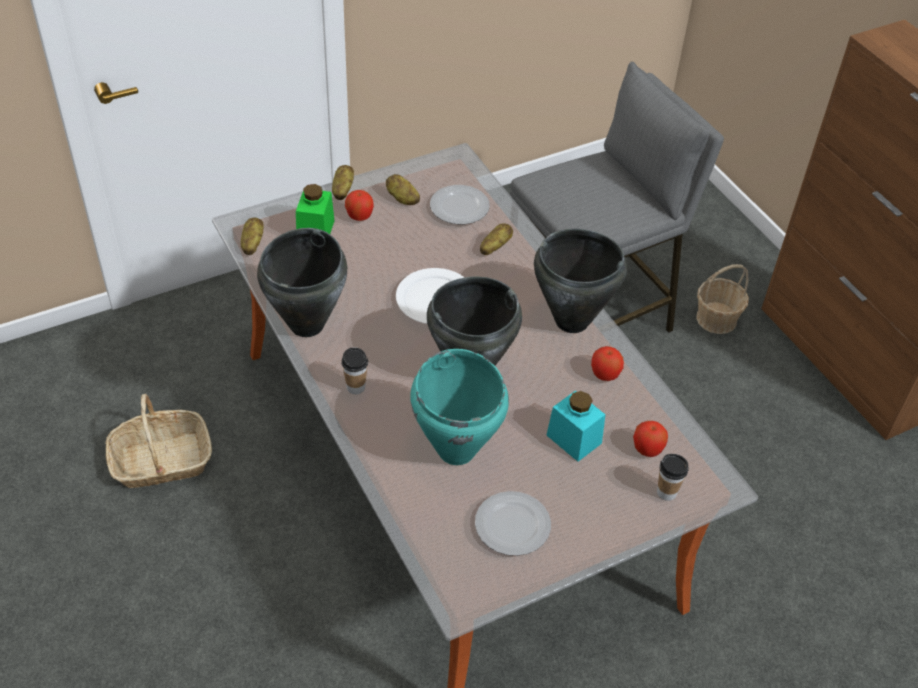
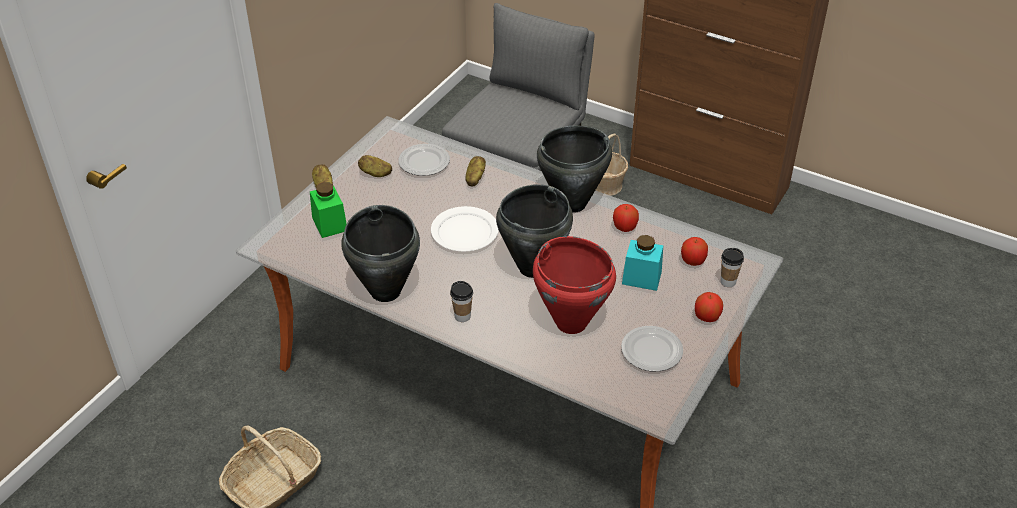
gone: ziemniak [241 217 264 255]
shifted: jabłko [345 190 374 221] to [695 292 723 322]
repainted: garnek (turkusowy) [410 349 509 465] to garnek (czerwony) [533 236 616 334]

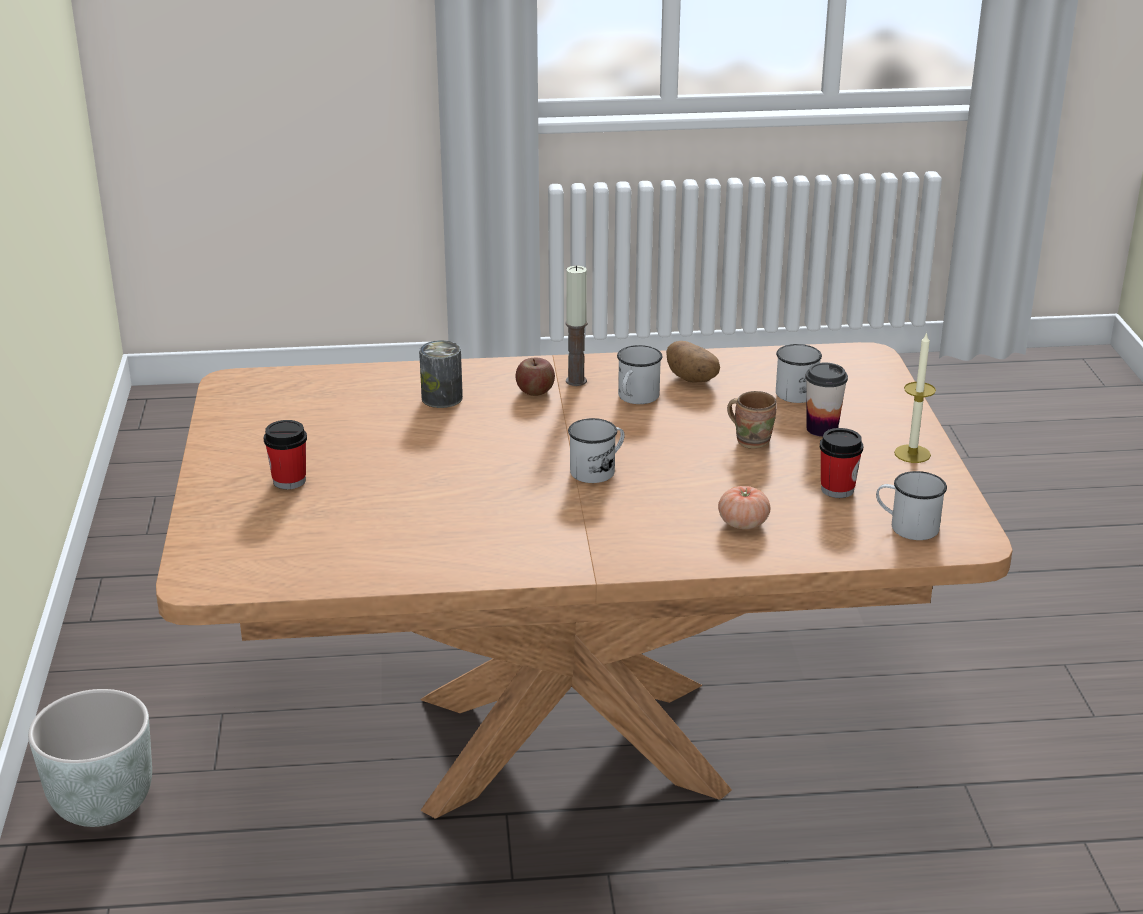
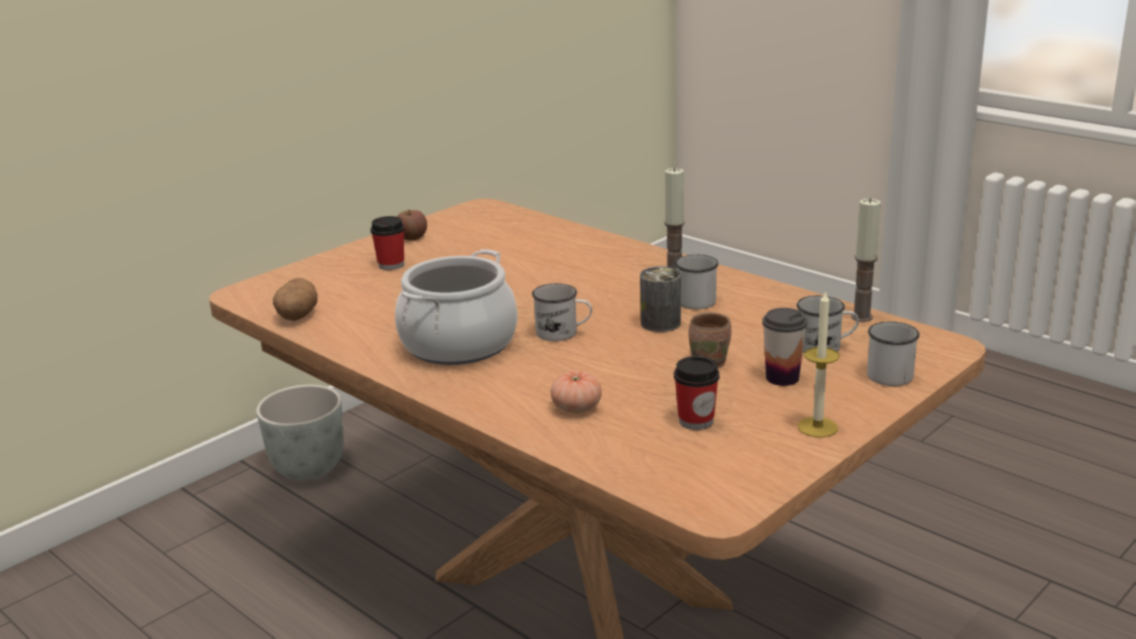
new: świeca [851 198 881 322]; garnek [395 249 518 365]
shifted: puszka [419 340 463 408] to [640 266 681 332]; ziemniak [666 341 720 382] to [273 278 318 321]; jabłko [516 358 555 396] to [397 210 427 241]; kubek (biały) [876 471 947 540] to [867 322 920 386]

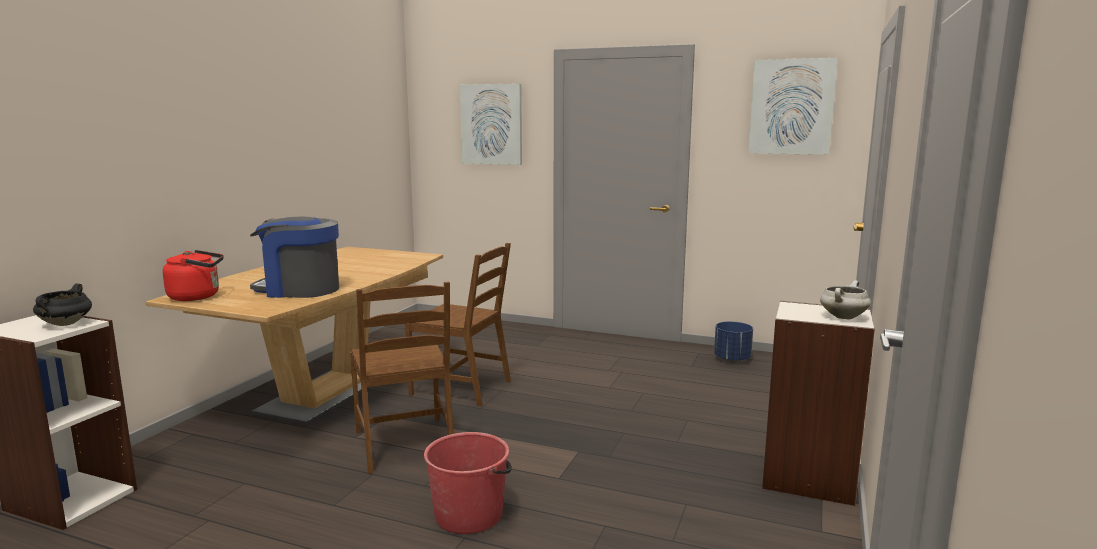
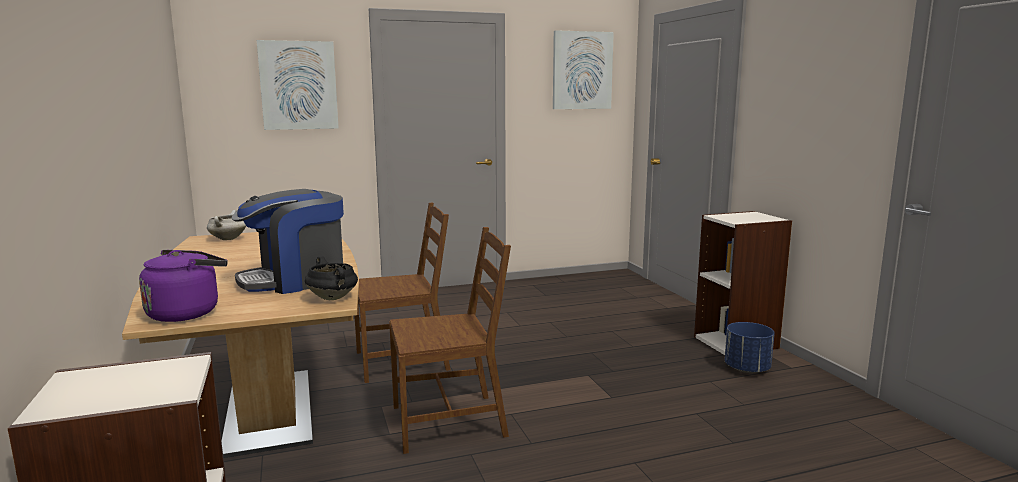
gone: wiadro (czerwony) [424 432 512 534]
shifted: garnek (biały) [820 281 871 319] to [207 210 246 240]; garnek (czarny) [33 284 92 326] to [305 256 358 300]; donica (niebieski) [714 322 753 362] to [724 322 775 373]
repainted: czajnik (czerwony) [163 250 224 301] to czajnik (fioletowy) [139 250 228 322]
rotated: krzesło (brązowy) [350 282 454 474] = [389 227 511 454] 45 degrees counterclockwise

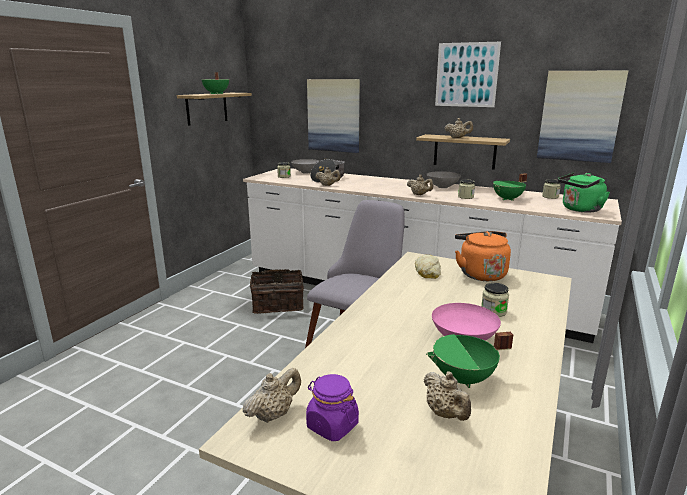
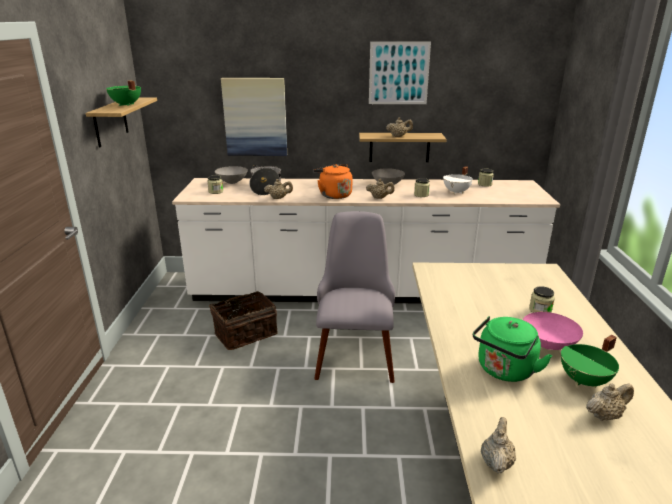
gone: obraz [537 71 628 163]; chleb [415 255 441 279]; słoik (fioletowy) [306 374 359 441]
shifted: czajnik (zielony) [558 172 610 213] to [473 316 552 382]; czajnik (pomarańczowy) [455 231 511 281] to [313 164 352 199]
repainted: garnek (zielony) [493 173 527 201] to garnek (biały) [443 166 473 194]
rotated: imbryk (beżowy) [424 371 471 421] = [586 384 634 421] 60 degrees counterclockwise

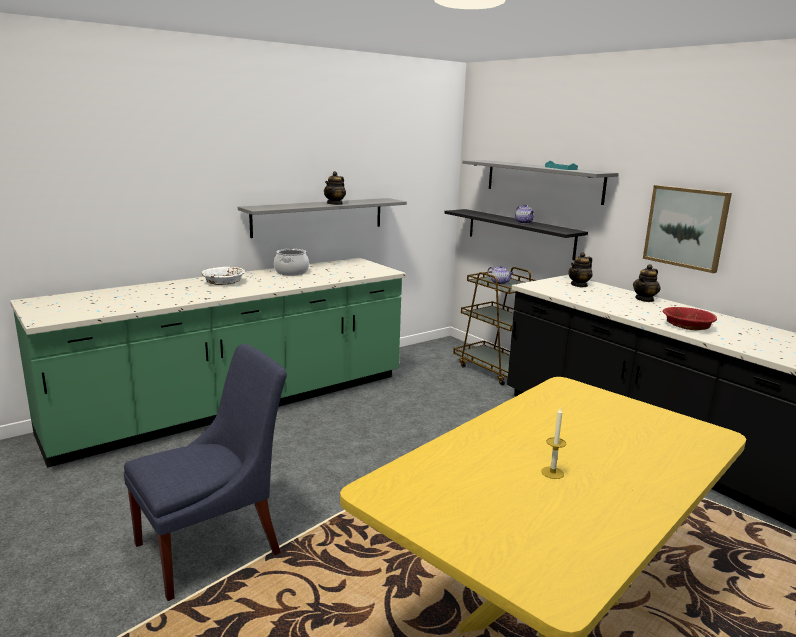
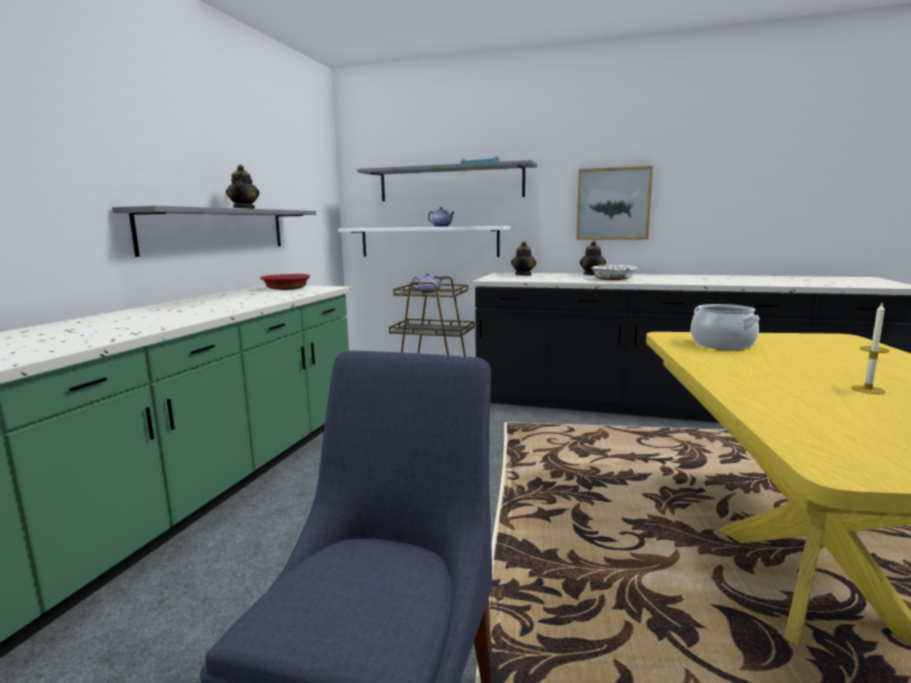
shifted: garnek [274 249 309 276] to [691 304 760 350]; miska (biały) [202 267 245 285] to [591 265 637 280]; miska (czerwony) [663 307 717 330] to [260 274 310 290]
repainted: półka (czarny) [444 209 588 260] to półka (biały) [338 226 511 257]

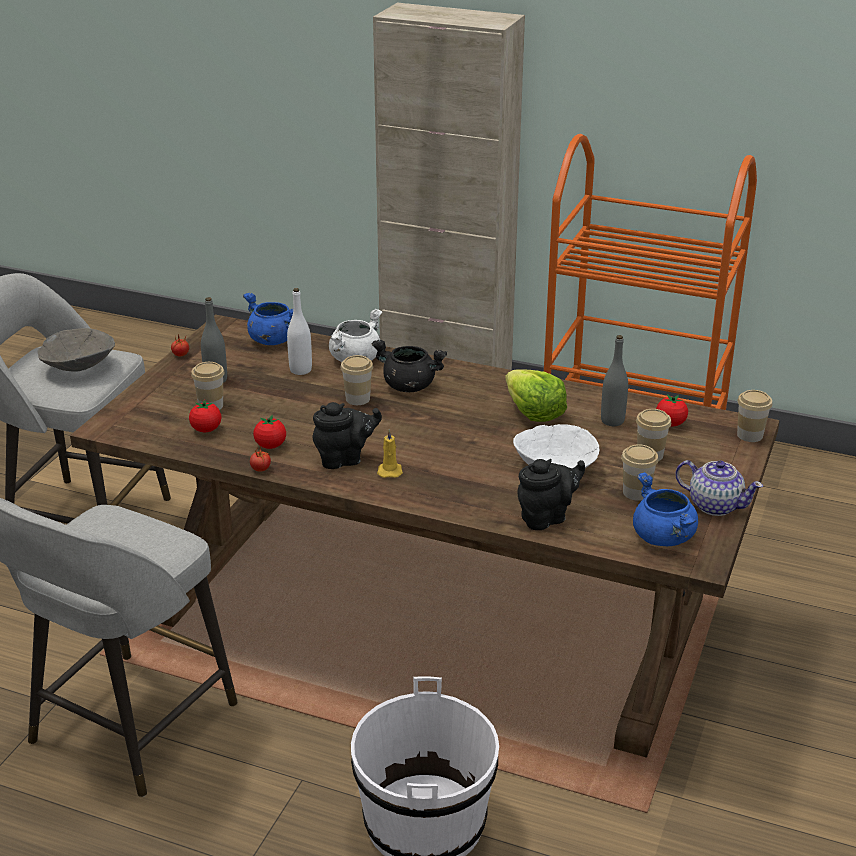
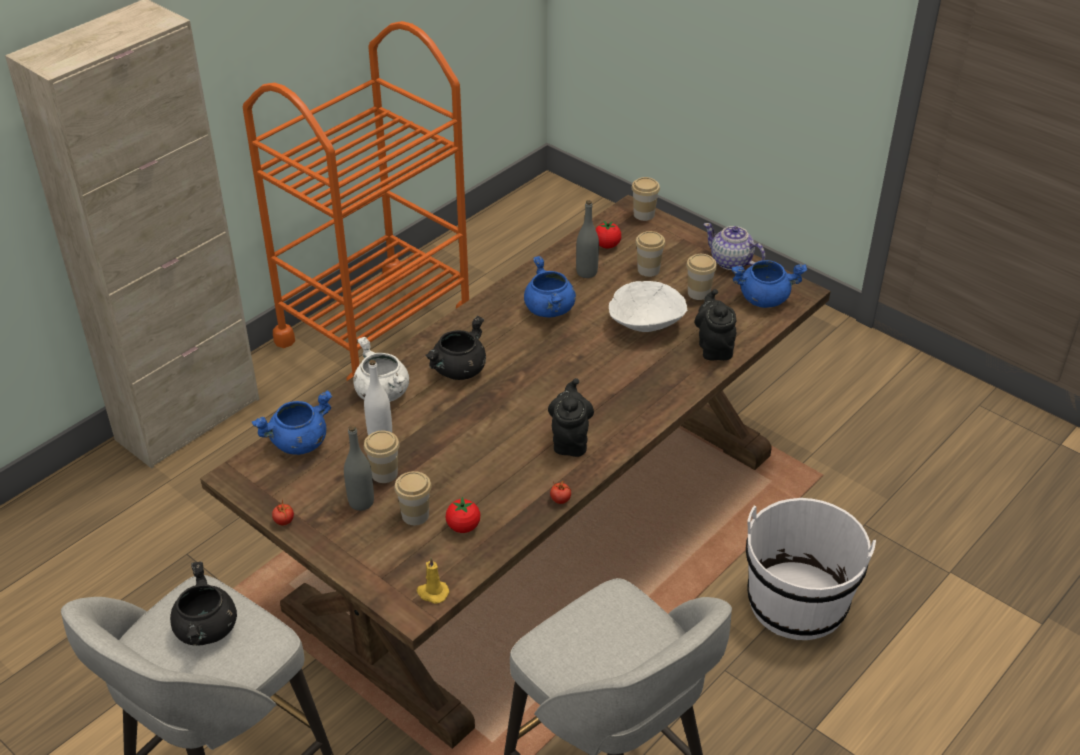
gone: pomidor [253 415 286 449]
shifted: filiżanka [341 355 373 405] to [364 431 400 483]; świeca (żółty) [377 429 403 478] to [417 558 449 604]
swapped: miska (szary) [38 328 115 372] to garnek (czarny) [170 562 237 646]; sałata [505 369 567 422] to garnek (niebieski) [524 256 576 317]
rotated: imbryk [675 460 763 516] = [703 223 765 270] 105 degrees counterclockwise

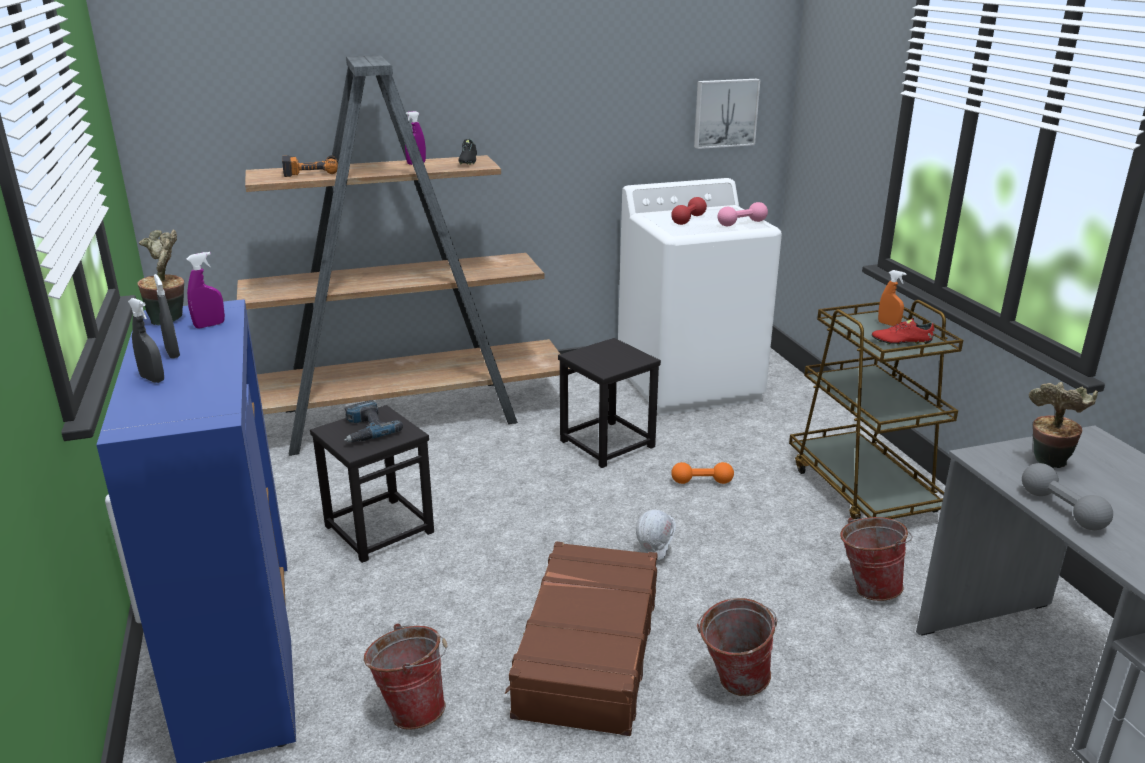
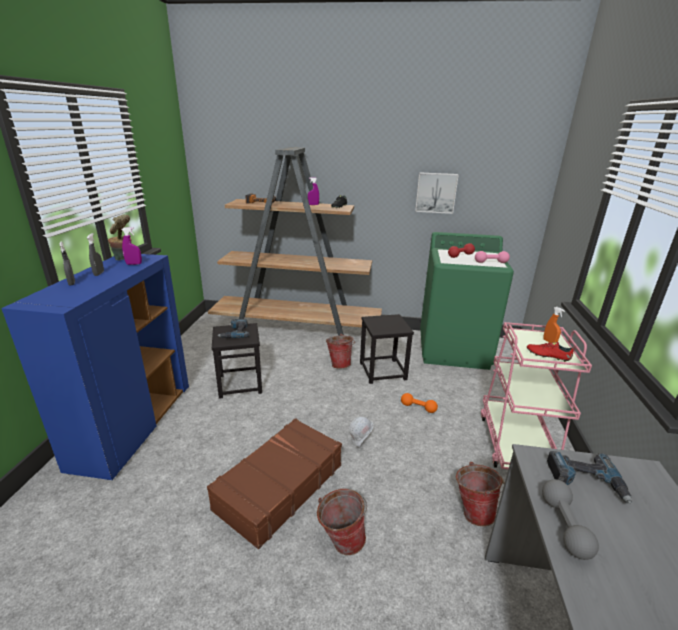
shifted: obraz [694 79 760 149] to [415 172 459 214]; wiadro [364 623 447 730] to [326 334 355 369]
swapped: roślina doniczkowa [1029 382 1098 468] to wiertarka [547 451 632 504]
repainted: pralka (biały) [618 178 782 415] to pralka (zielony) [420 232 514 370]; wózek (brązowy) [789 300 963 519] to wózek (różowy) [481 322 592 469]

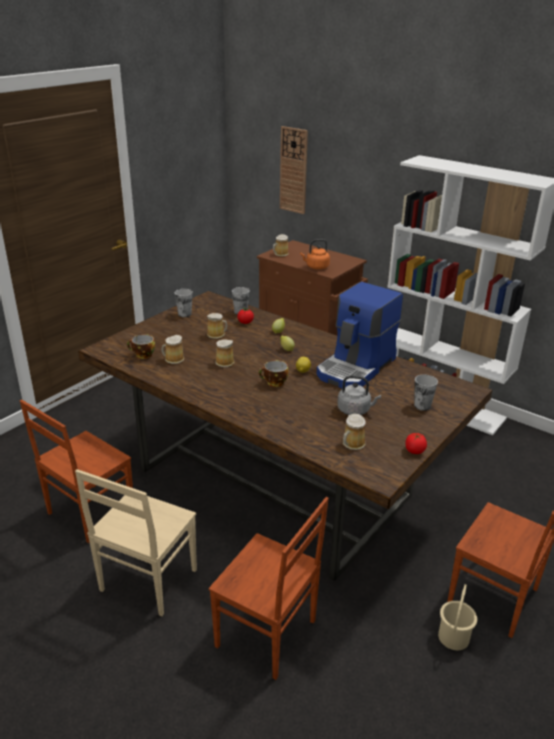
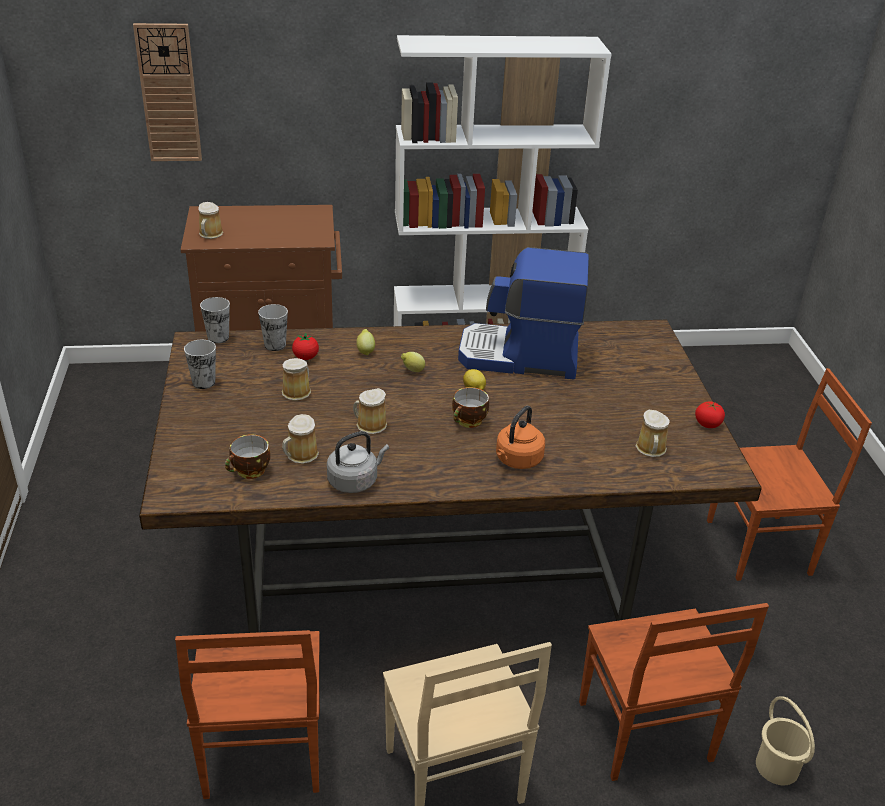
shifted: czajnik (pomarańczowy) [300 239 330 269] to [496 406 545 469]; czajnik (szary) [337 375 381 415] to [327 431 389 493]; filiżanka [414 375 438 411] to [200 297 230 343]; wiadro (beżowy) [438 584 477 650] to [756 696 815 785]
rotated: ekspres do kawy [317 282 403 389] = [458 247 589 380] 105 degrees clockwise; krzesło (brązowy) [209 497 329 680] = [579 603 769 781] 90 degrees clockwise

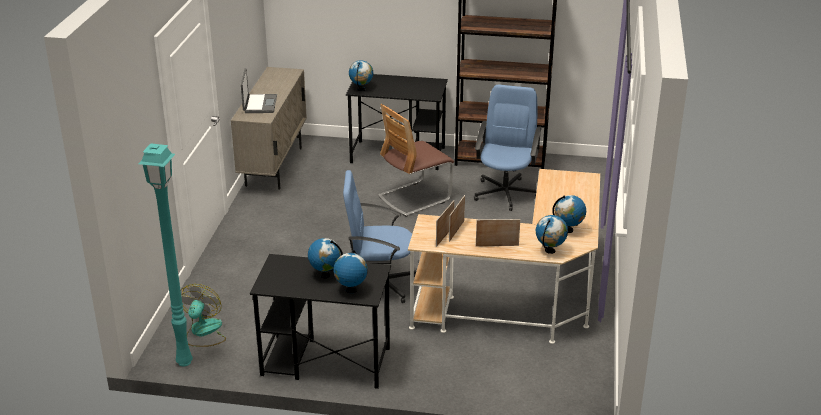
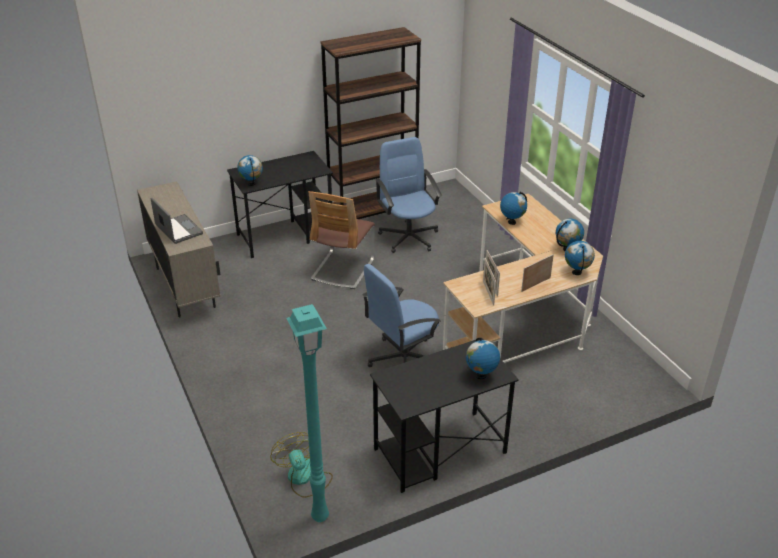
shifted: globus [308 238 343 278] to [500 191 527 225]

